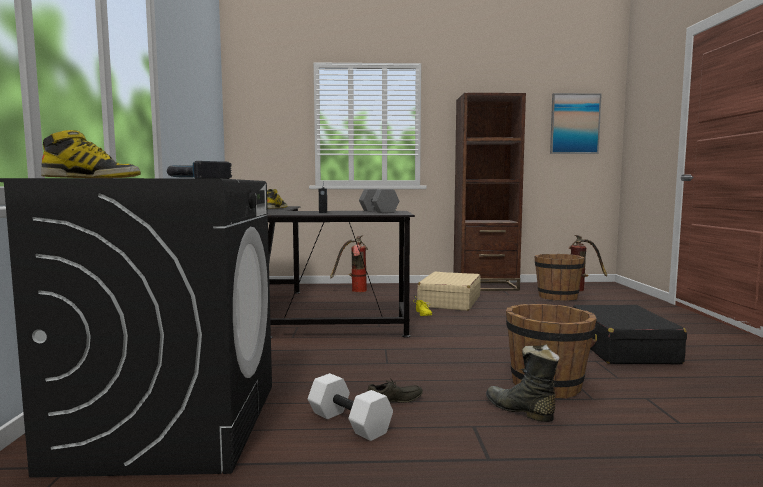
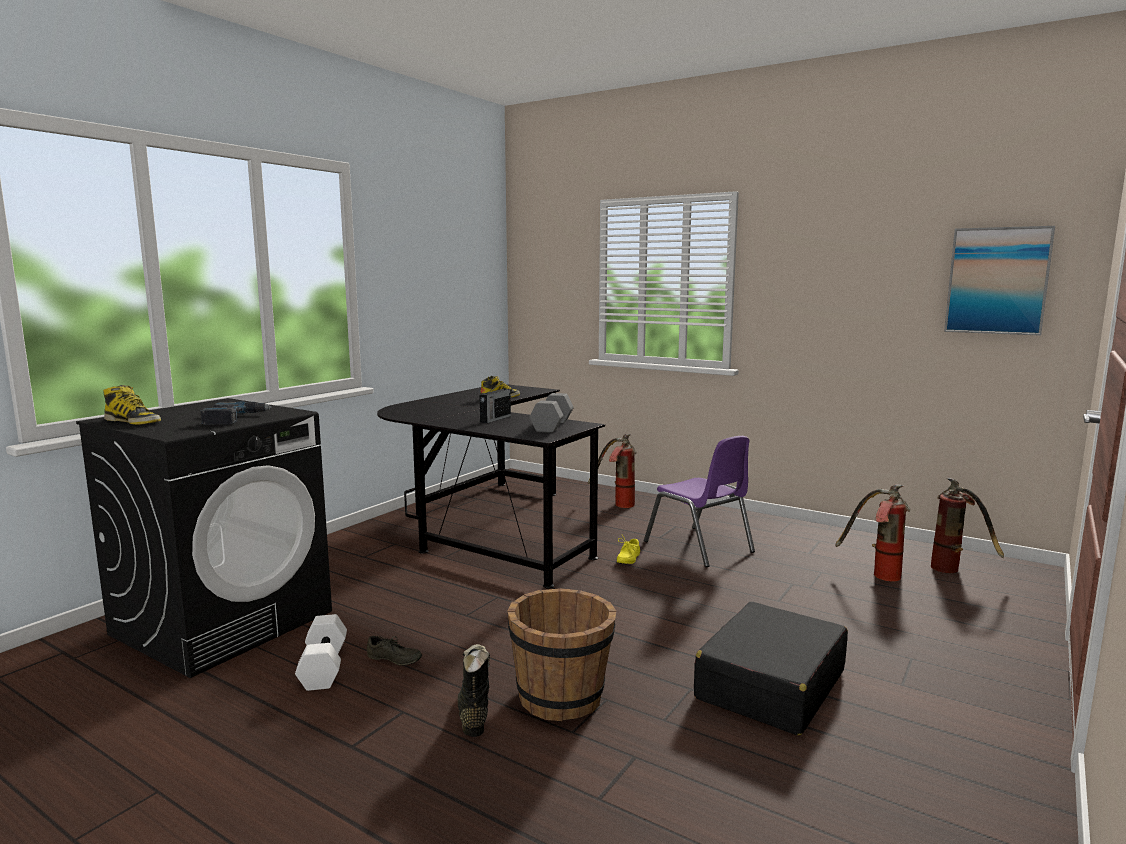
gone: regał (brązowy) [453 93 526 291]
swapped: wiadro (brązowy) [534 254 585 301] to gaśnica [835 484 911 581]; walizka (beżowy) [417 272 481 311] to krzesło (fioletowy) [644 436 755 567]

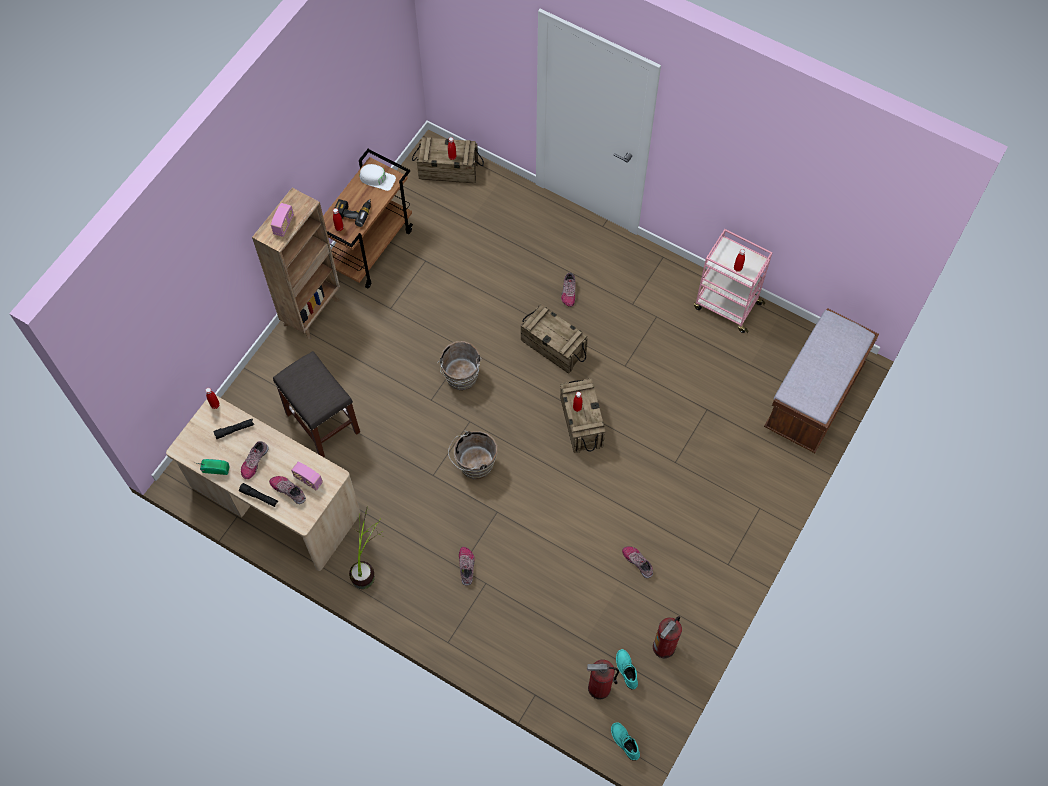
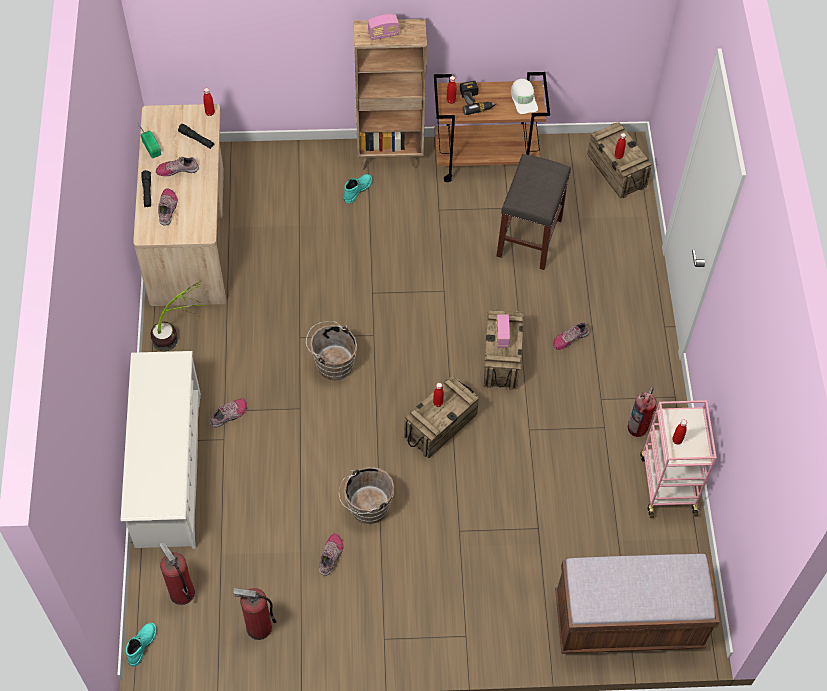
new: regał na buty (biały) [121 351 201 549]; gaśnica [627 387 657 437]
shifted: wiadro (brązowy) [437 341 482 390] to [339 467 394 524]; stołek (szary) [273 351 360 457] to [497 154 571 270]; radio [291 461 323 490] to [496 314 510 348]; but z cholewką (turkusowy) [616 649 638 689] to [344 174 372 204]

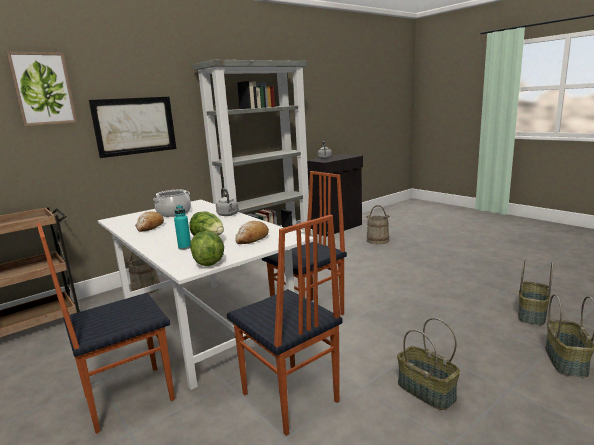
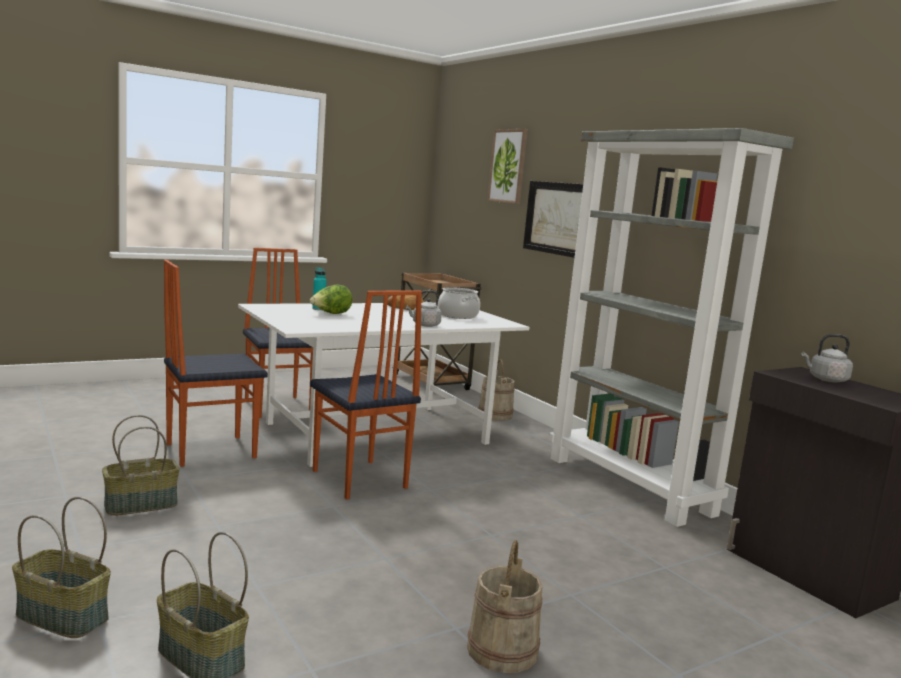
gone: chleb [236 221 269 244]; sałata [190 231 224 266]
shifted: wiadro (beżowy) [366 205 390 244] to [467 540 543 673]

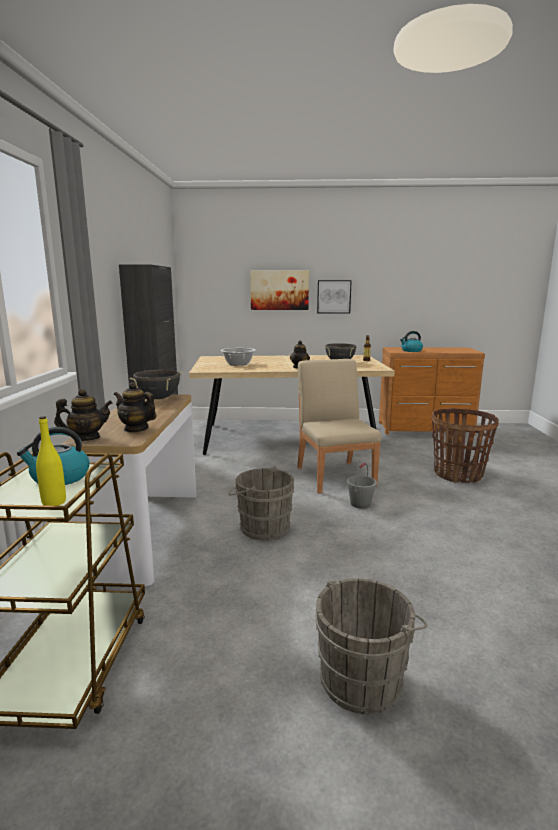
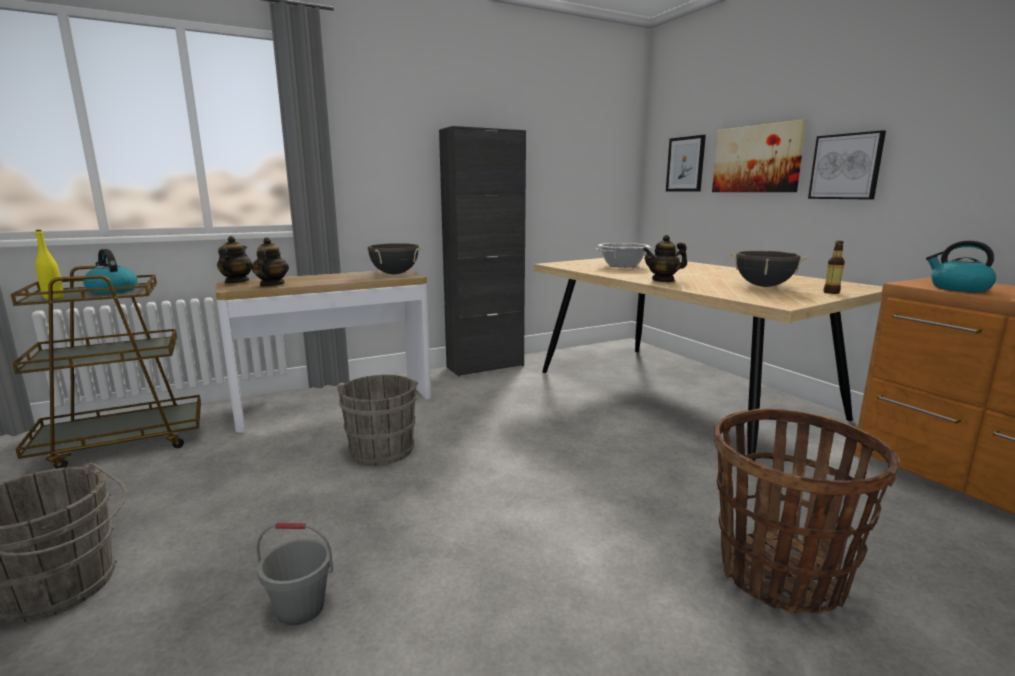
gone: krzesło (beżowy) [297 359 381 494]
new: obraz [666 135 706 191]
shifted: wiadro (szary) [347 462 377 509] to [256 523 333 625]
rotated: imbryk [54 389 113 441] = [217 236 253 283] 135 degrees counterclockwise

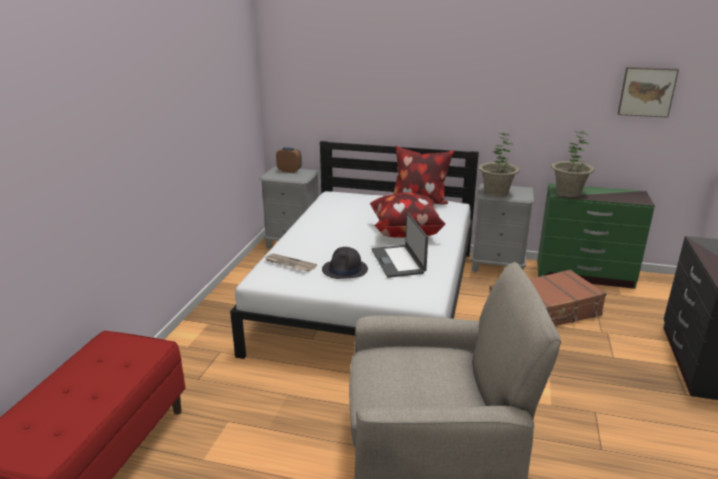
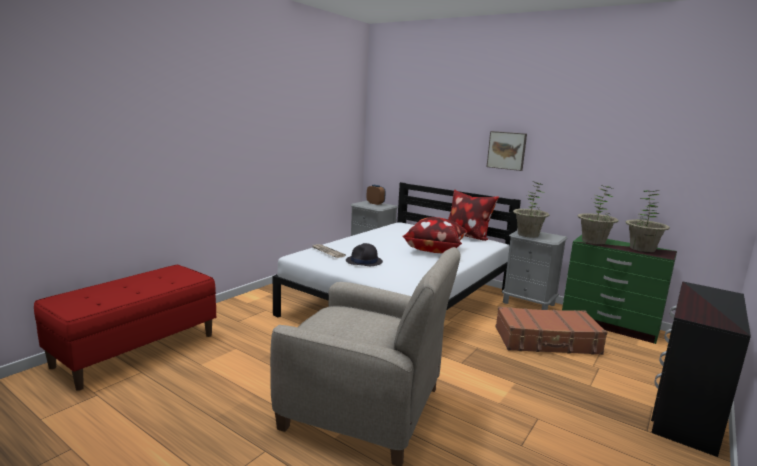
gone: laptop [372 213 428 278]
new: roślina doniczkowa [626 190 670 252]
shifted: obraz [618 67 679 118] to [487 131 527 171]

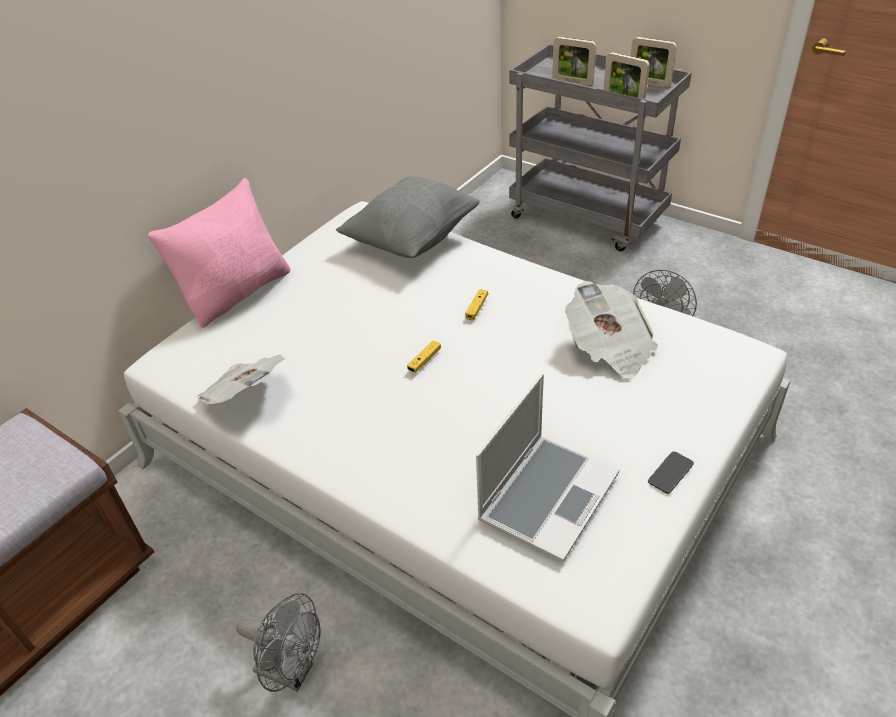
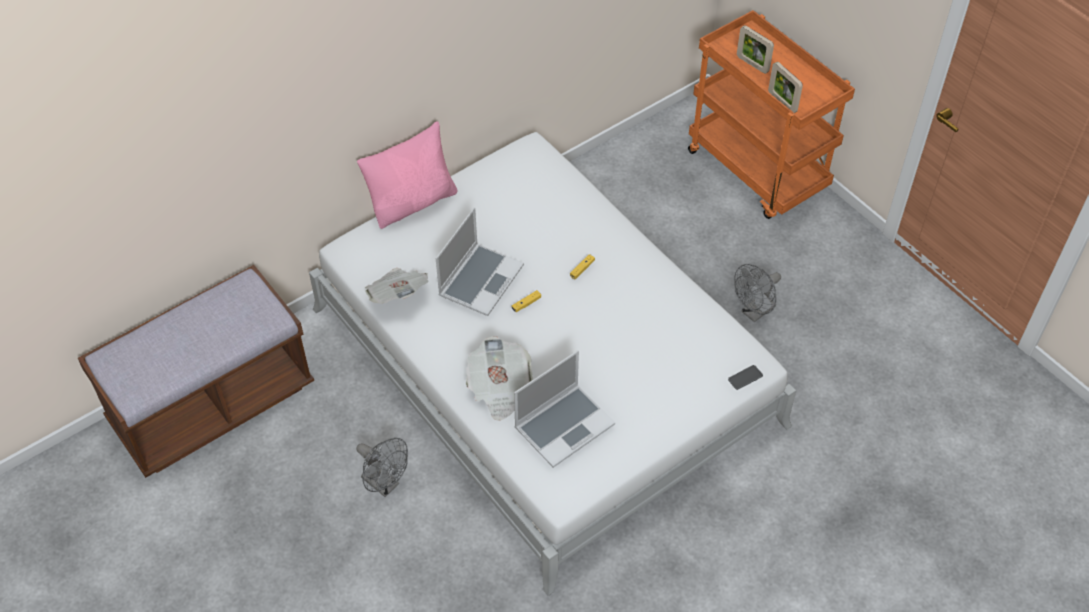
gone: ramka na zdjęcie [631 37 677 87]; poduszka (szary) [336 176 480 258]
new: laptop [436 207 524 316]
shifted: gazeta [565 281 658 379] to [465 336 533 421]; telefon [648 451 694 494] to [728 365 763 390]
repainted: wózek (szary) [509 44 692 251] to wózek (pomarańczowy) [688 10 855 219]

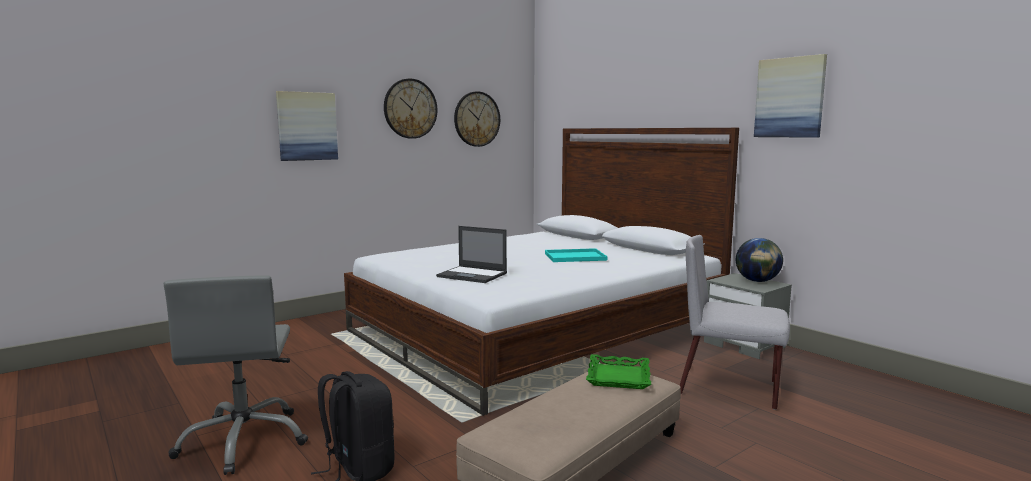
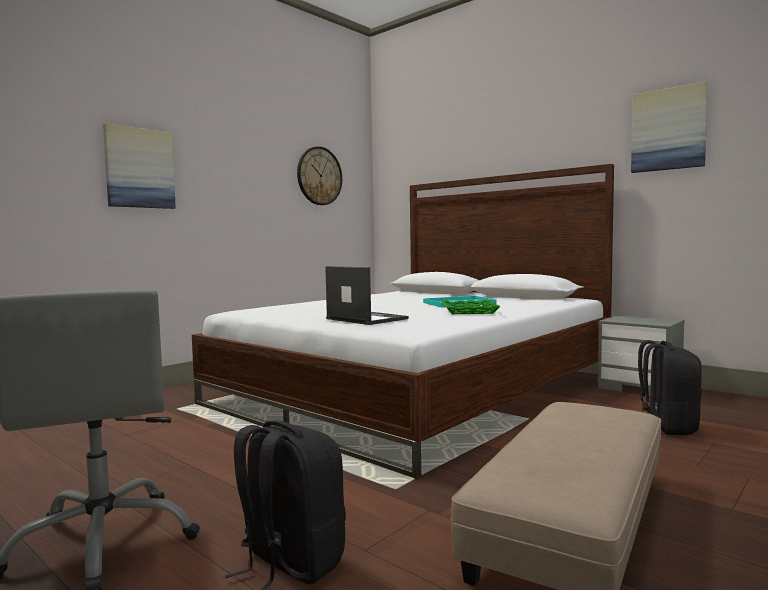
gone: zegar ścienny [384 79 437 139]; globus [736 238 783 282]
shifted: taca (zielony) [586 354 651 389] to [441 300 500 314]
swapped: krzesło (szary) [679 235 790 410] to plecak (czarny) [638 340 702 435]
rotated: laptop [436 226 507 283] = [325 266 409 325] 150 degrees counterclockwise

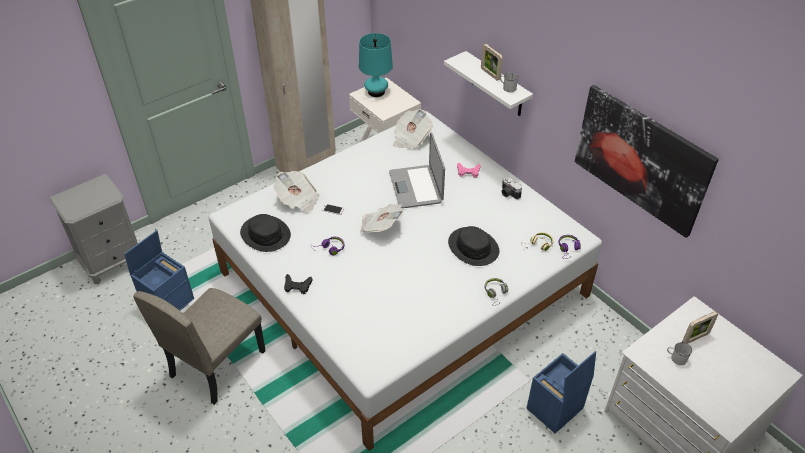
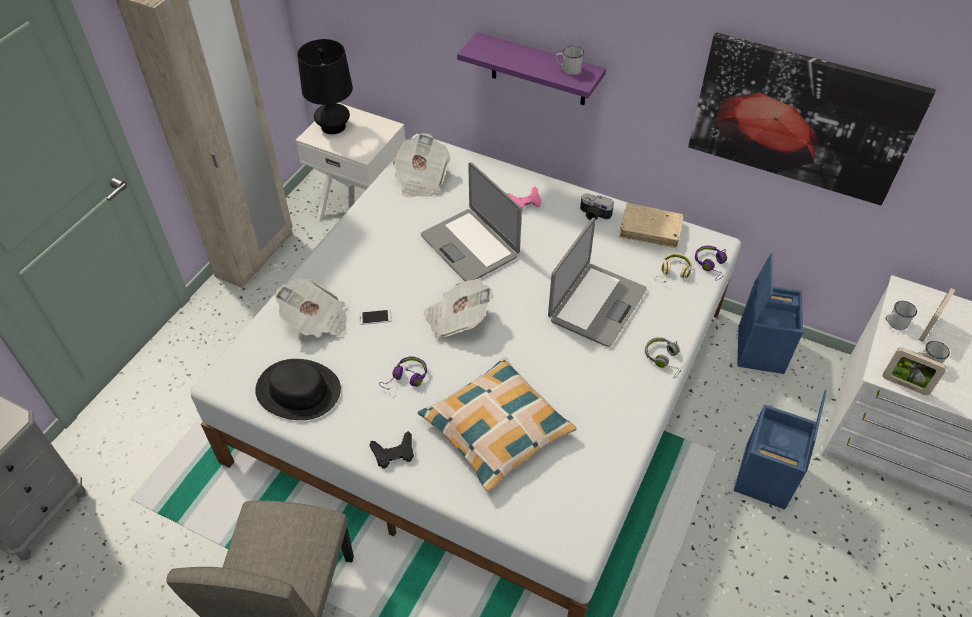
new: książka (beżowy) [619 203 684 248]; kubek (biały) [885 301 917 330]; poduszka [418 357 576 491]
shifted: ramka na zdjęcie [481 44 503 81] to [882 347 947 395]; pojemnik do przechowywania (niebieski) [124 230 194 311] to [737 253 803 374]
swapped: kapelusz (czarny) [448 226 499 266] to laptop [548 218 647 347]
repainted: lampa stołowa (turkusowy) [359 33 393 97] to lampa stołowa (czarny) [297 39 353 134]; półka (biały) [444 51 533 116] to półka (fioletowy) [457 32 606 105]

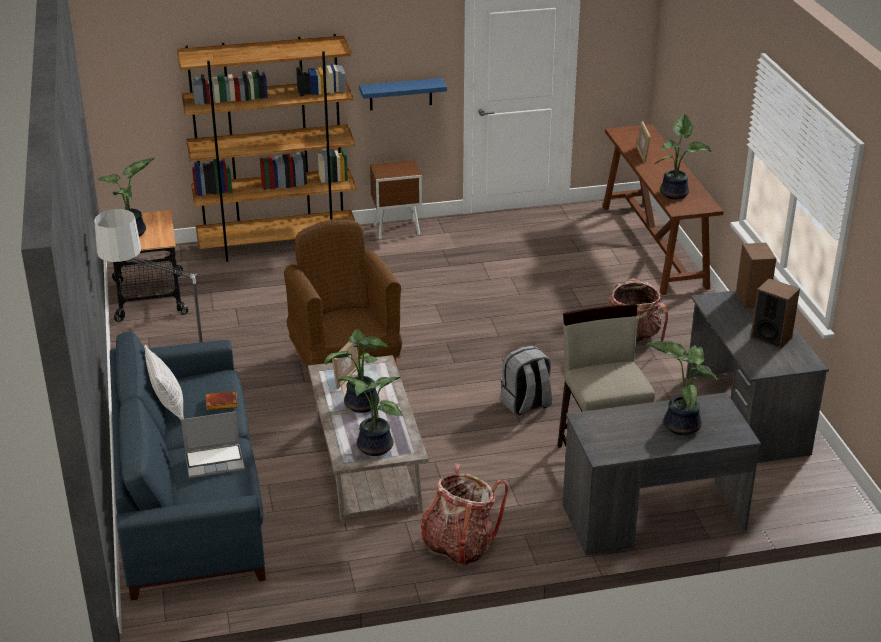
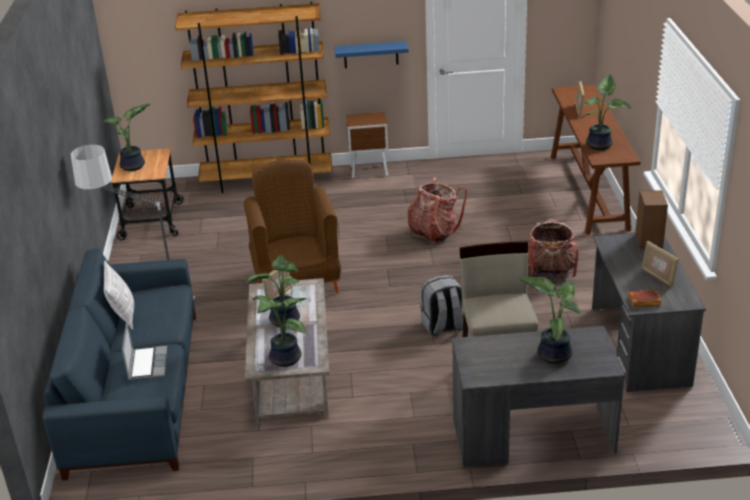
shifted: książka (brązowy) [206 391 238 411] to [629 290 662 307]; plecak [421 463 508 566] to [407 177 467 244]
swapped: głośnik [751 278 800 349] to ramka na zdjęcie [642 241 678 287]
rotated: laptop [181 411 245 478] = [122 322 167 380] 90 degrees counterclockwise

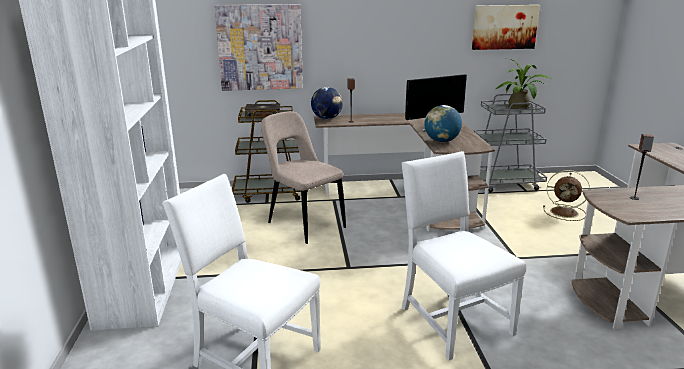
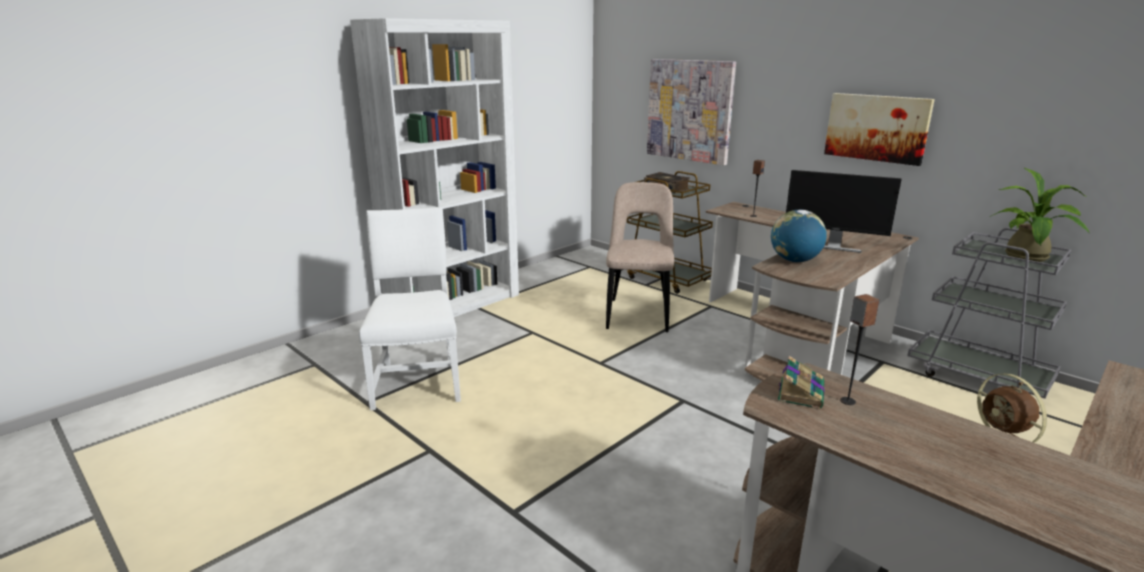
gone: globus [311 87 343 119]; krzesło (biały) [401 151 527 360]
new: książka [778 356 825 409]
shifted: obraz [472 5 540 50] to [824 93 935 166]

